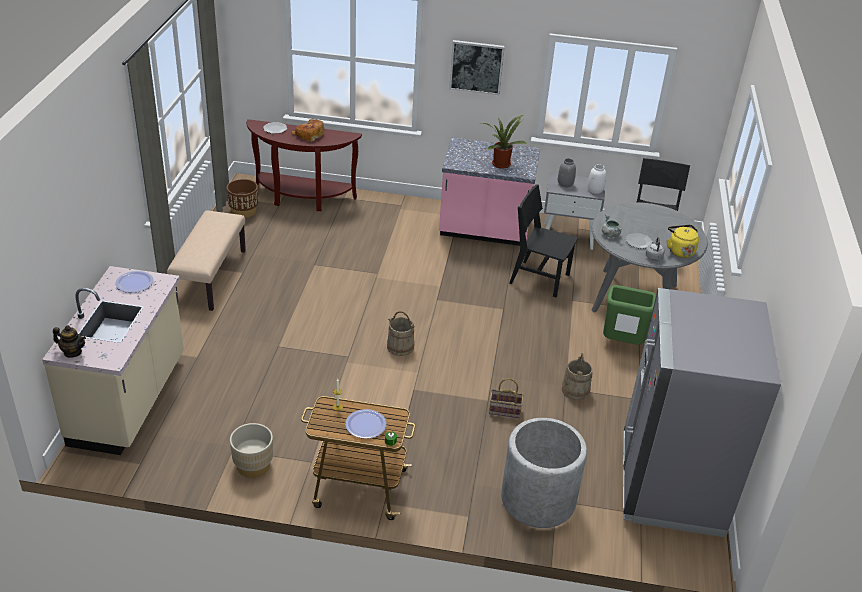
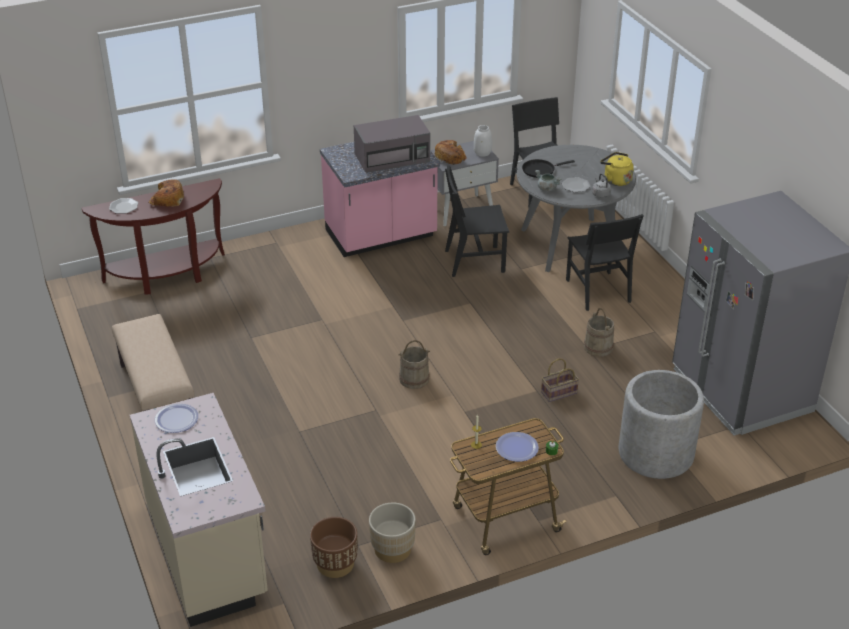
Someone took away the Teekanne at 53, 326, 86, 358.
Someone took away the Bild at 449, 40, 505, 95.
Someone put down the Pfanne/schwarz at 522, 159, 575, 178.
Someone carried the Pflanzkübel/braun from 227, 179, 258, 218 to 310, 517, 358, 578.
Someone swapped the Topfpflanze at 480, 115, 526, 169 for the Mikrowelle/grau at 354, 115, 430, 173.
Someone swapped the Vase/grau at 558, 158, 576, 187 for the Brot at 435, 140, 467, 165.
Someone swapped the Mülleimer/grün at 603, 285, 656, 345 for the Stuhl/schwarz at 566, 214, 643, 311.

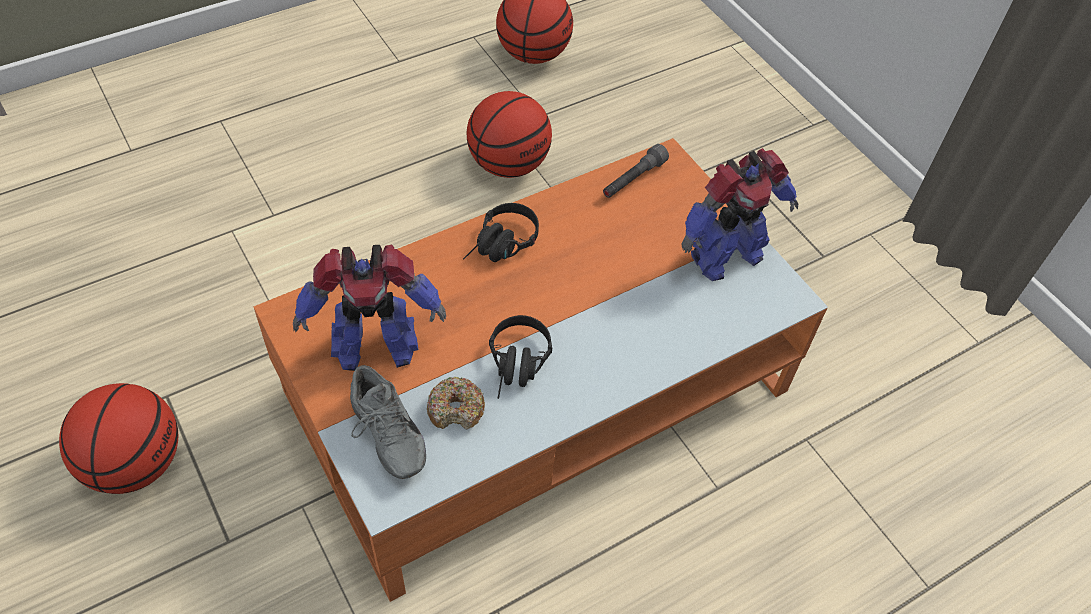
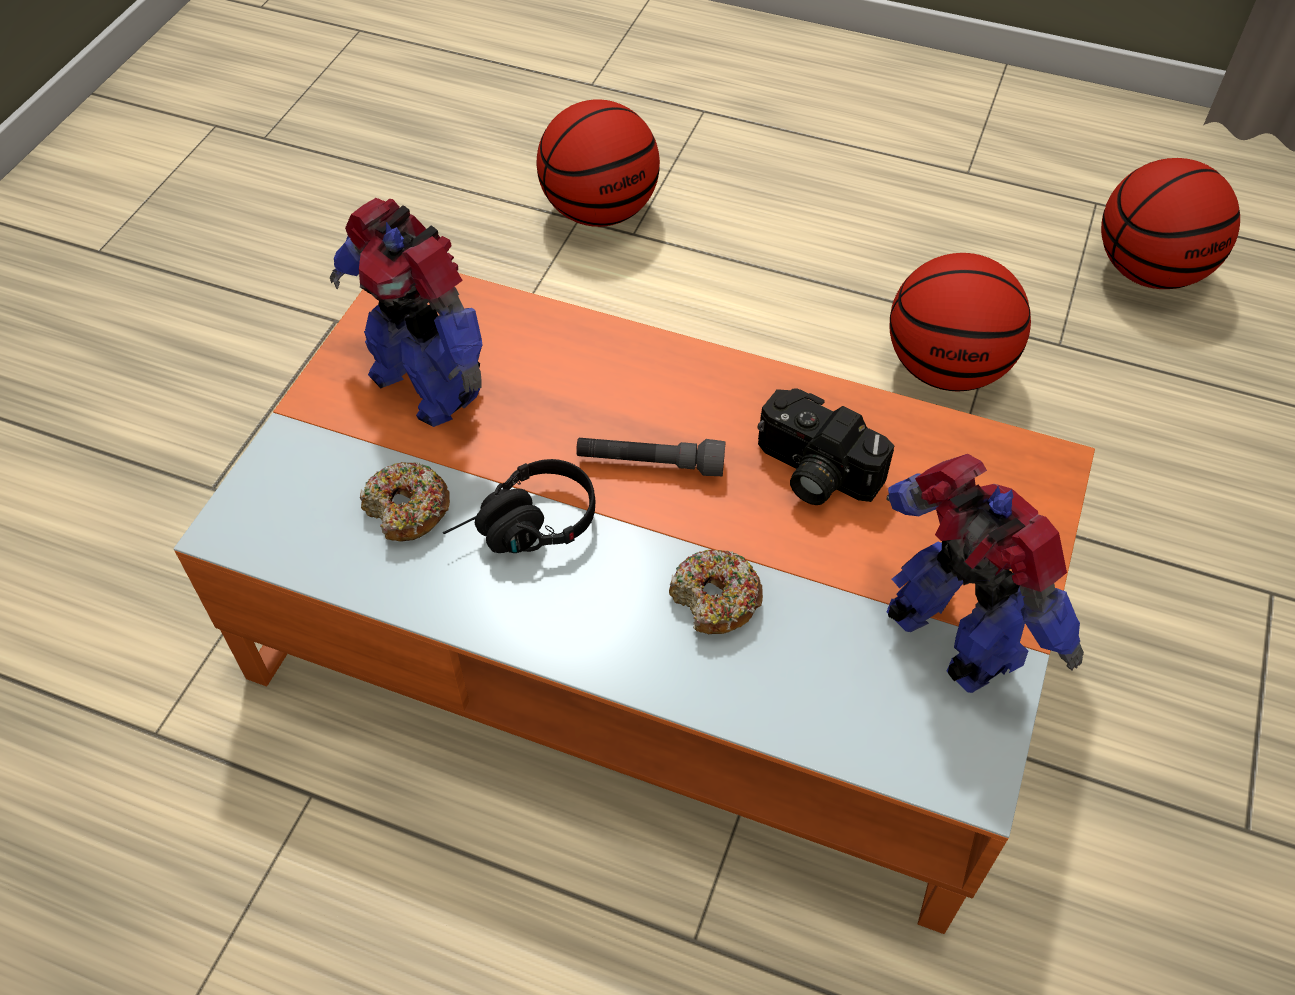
Someone took away the Schuh/grau at 350, 365, 426, 479.
Someone took away the Kopfhörer/schwarz at 463, 203, 539, 262.
Someone put down the Donut at 669, 549, 763, 634.
Someone put down the Kamera at 757, 388, 894, 505.
Someone carried the Basketball from 59, 383, 178, 494 to 537, 99, 660, 227.
Someone carried the Taschenlampe/grau from 603, 144, 669, 198 to 576, 438, 726, 476.
Someone rotated the Spielzeugroboter at 682, 148, 798, 281 by 150 degrees counterclockwise.

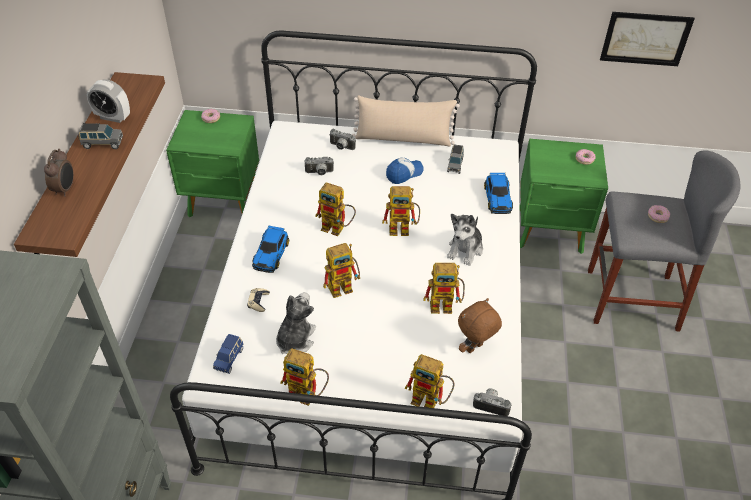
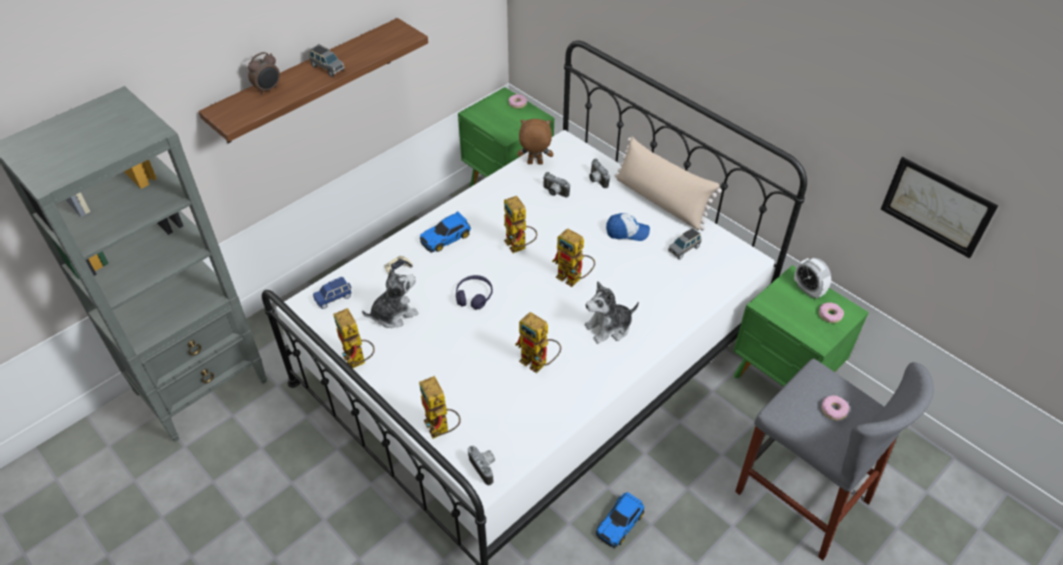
Someone carried the Wecker from 87, 79, 130, 123 to 794, 258, 831, 298.
Someone carried the Plüschtier/braun from 458, 298, 502, 353 to 517, 119, 553, 165.
Someone carried the Spielzeugauto from 484, 173, 513, 214 to 596, 492, 644, 548.
Someone swapped the Spielzeugroboter at 323, 243, 360, 298 for the Kopfhörer/lila at 456, 275, 493, 310.

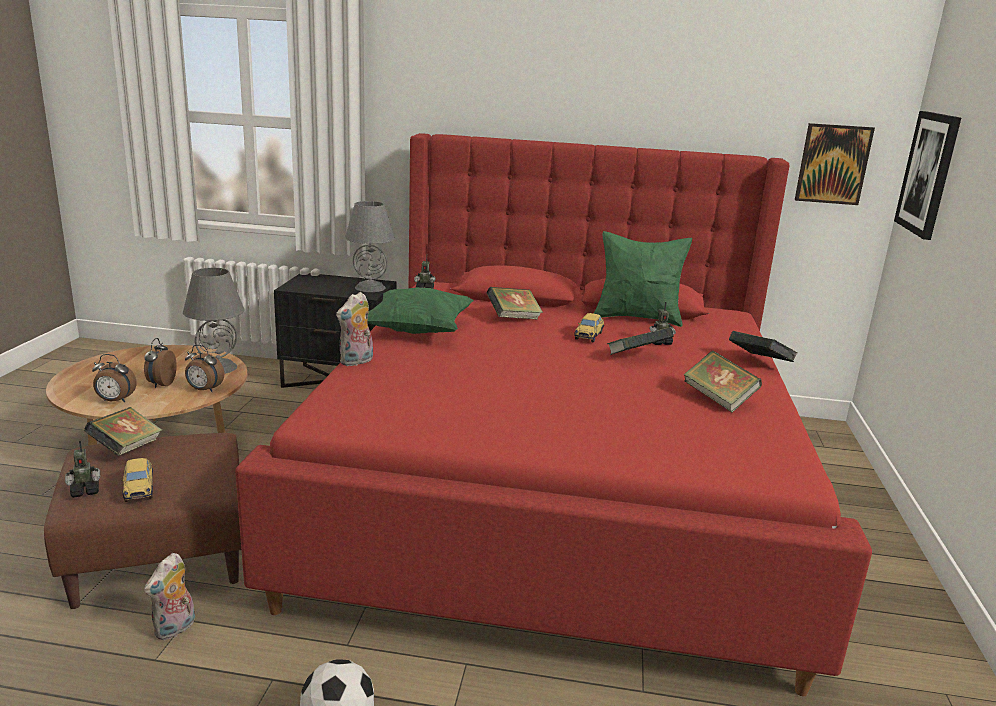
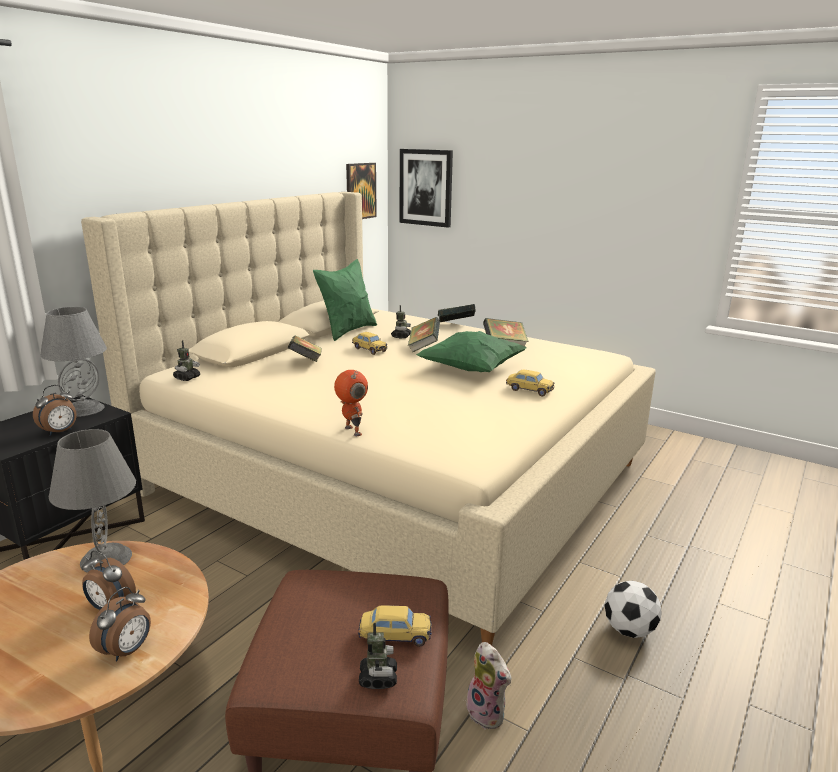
Someone took away the Buch at 84, 407, 162, 456.
Someone put down the Spielzeugauto at 506, 369, 555, 397.
Someone carried the Wecker from 185, 345, 224, 392 to 33, 385, 77, 436.
Someone carried the Kissen/grün from 368, 287, 474, 334 to 416, 331, 526, 372.
Someone swapped the Plüschtier at 336, 292, 373, 366 for the Spielzeugroboter at 334, 370, 368, 436.
Someone repainted the Bett/rot at 235, 133, 872, 696, which became the Bett/beige at 81, 192, 656, 645.

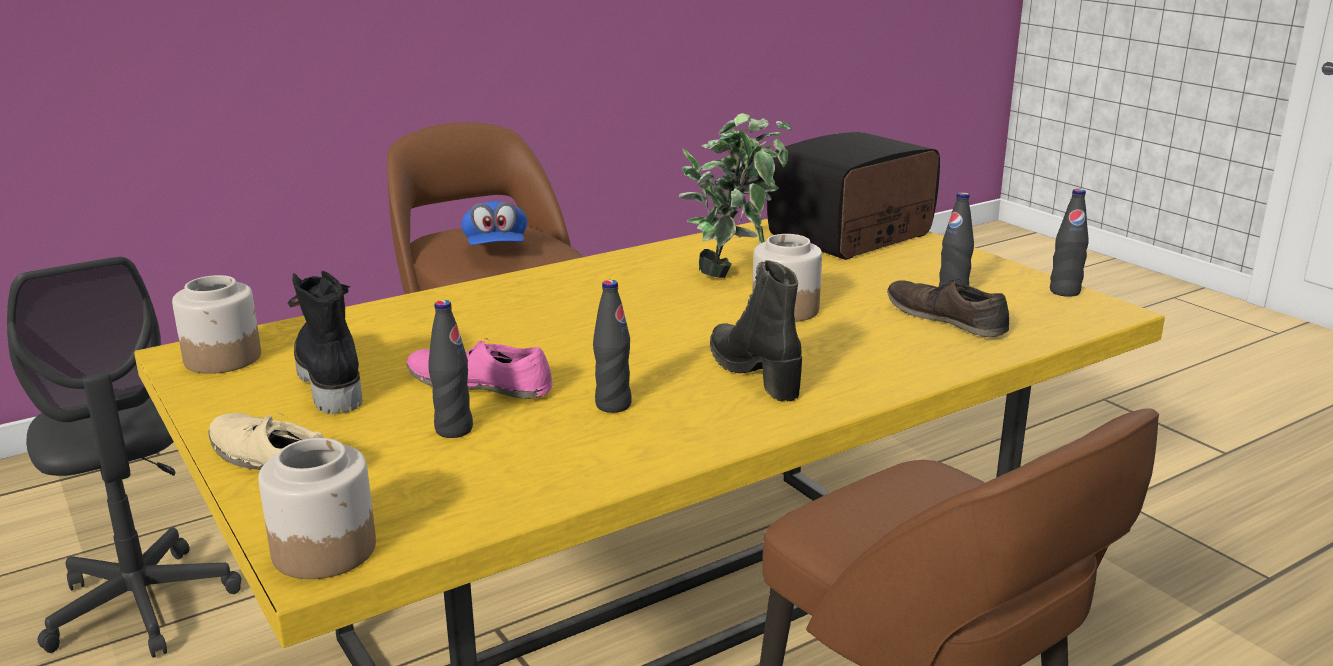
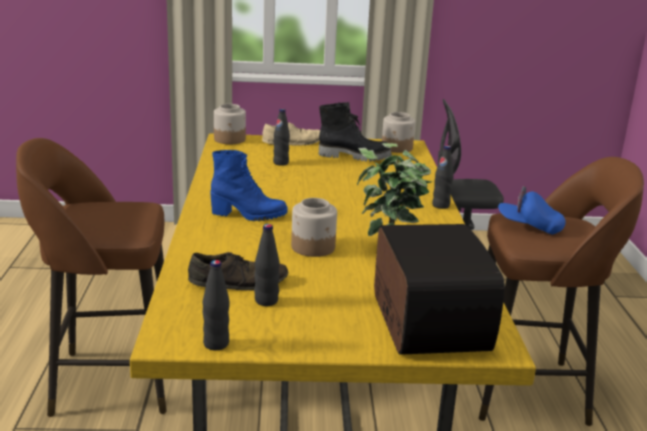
Someone took away the Schuh/rosa at 407, 338, 553, 399.
Someone carried the Flasche/schwarz from 593, 280, 632, 413 to 432, 145, 454, 209.
Someone repainted the Stiefel/schwarz at 710, 260, 802, 402, which became the Stiefel/blau at 210, 150, 288, 221.

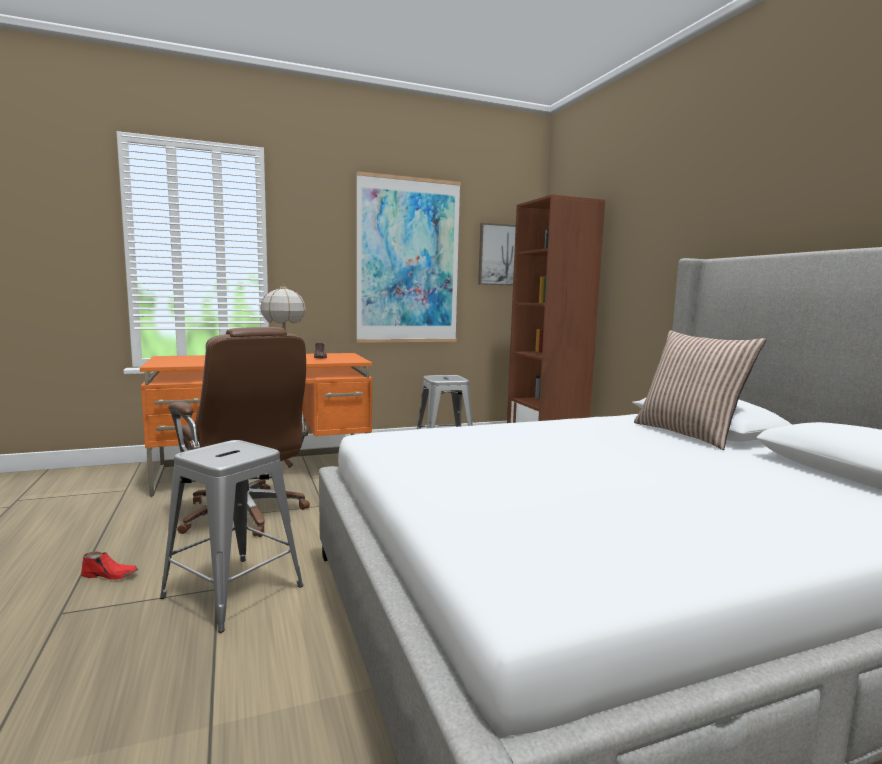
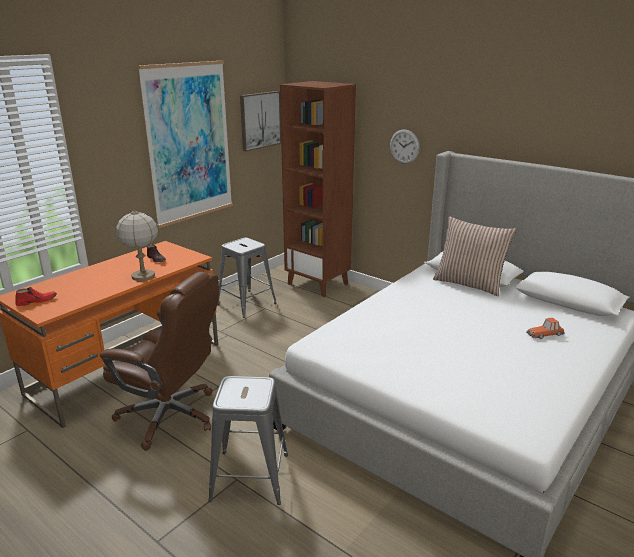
Someone put up the Wanduhr at 390, 129, 420, 164.
Someone put down the Spielzeugauto at 526, 318, 565, 339.
Someone carried the Schuh/rot from 81, 552, 138, 580 to 15, 287, 57, 306.

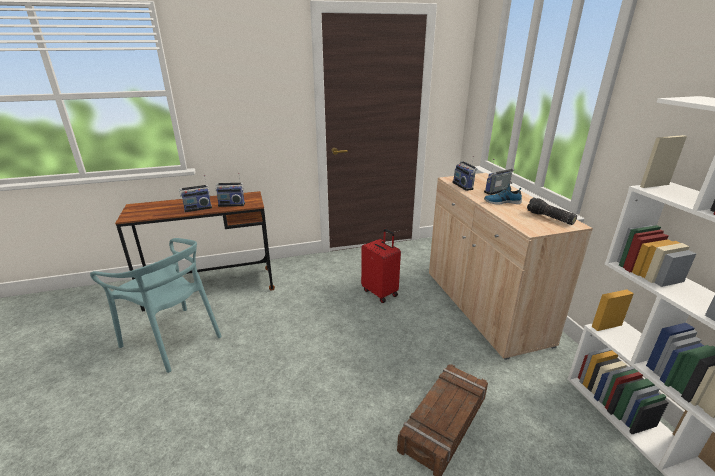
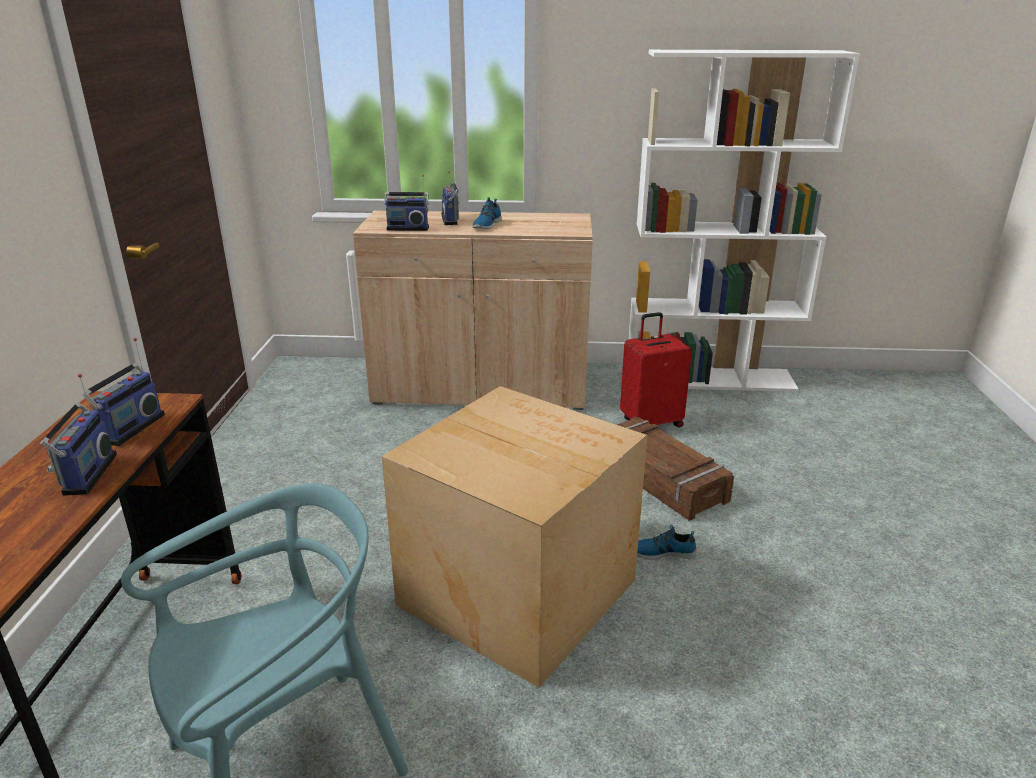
Someone took away the Taschenlampe at 527, 197, 577, 225.
Someone put down the Karton at 382, 386, 648, 688.
Someone put down the Schuh at 637, 525, 697, 560.
Someone carried the Koffer/rot from 361, 229, 401, 303 to 620, 312, 692, 428.

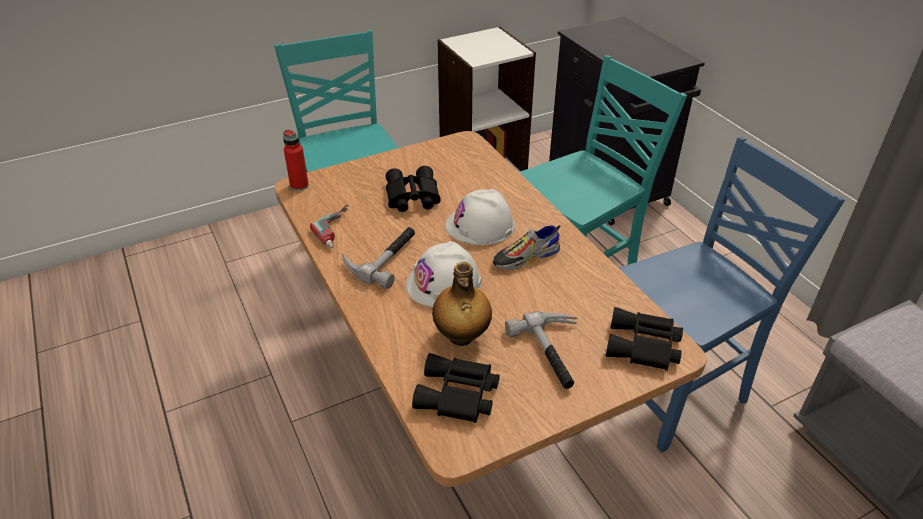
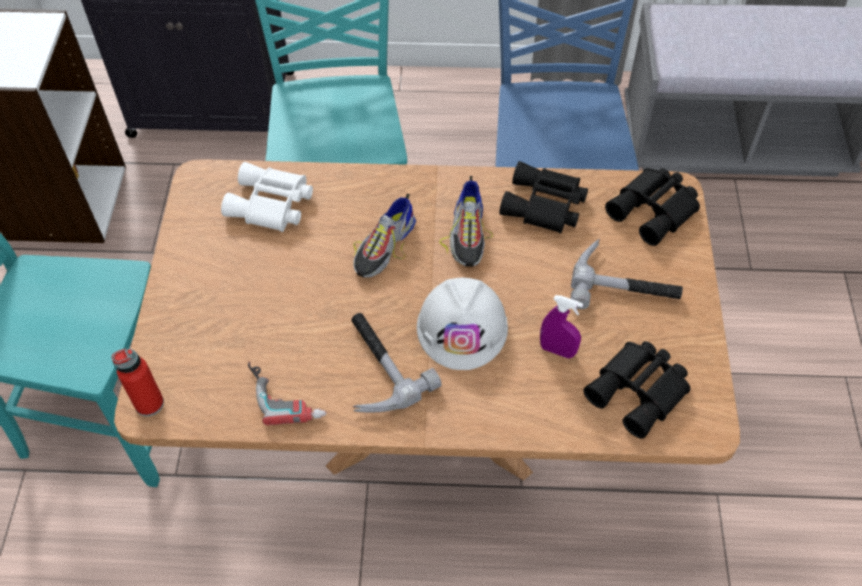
Someone put down the Fernglas/weiß at 221, 162, 313, 232.
Someone carried the Fernglas/schwarz from 386, 166, 441, 212 to 499, 161, 588, 234.
Someone swapped the Flasche at 432, 262, 492, 346 for the Sprühflasche/lila at 540, 295, 583, 358.
Someone swapped the Schutzhelm/weiß at 445, 189, 515, 245 for the Schuh at 353, 194, 416, 278.

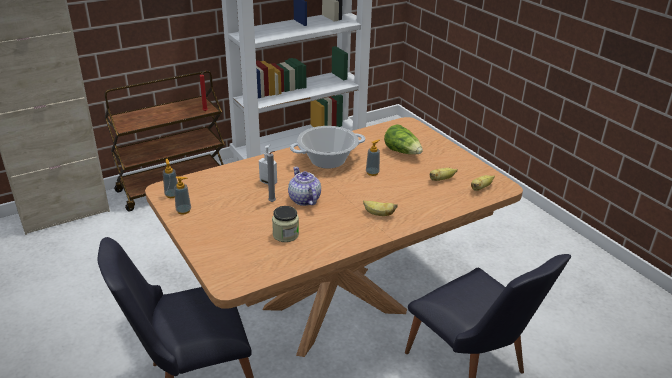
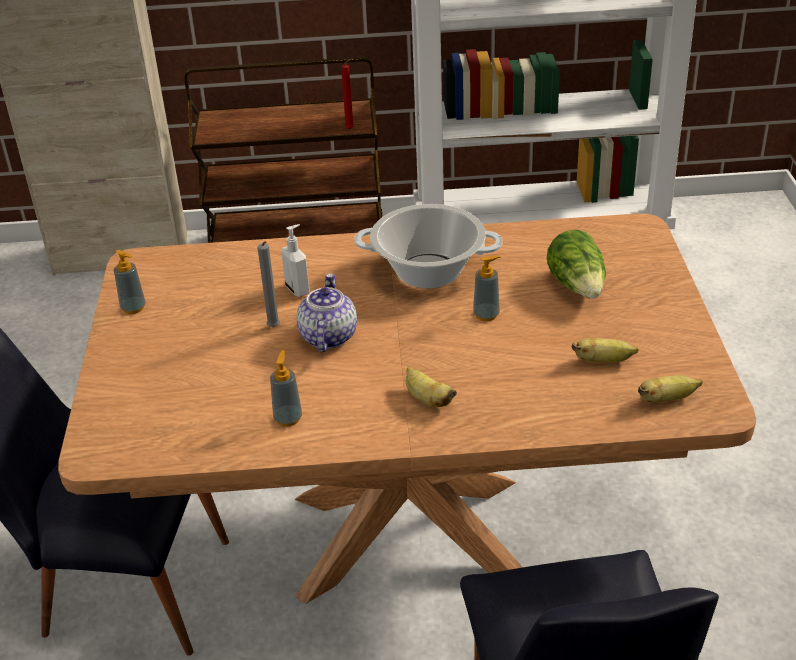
Someone took away the Vorratsglas at 272, 206, 299, 242.
Someone carried the Seifenspender from 163, 159, 178, 198 to 270, 350, 302, 427.

